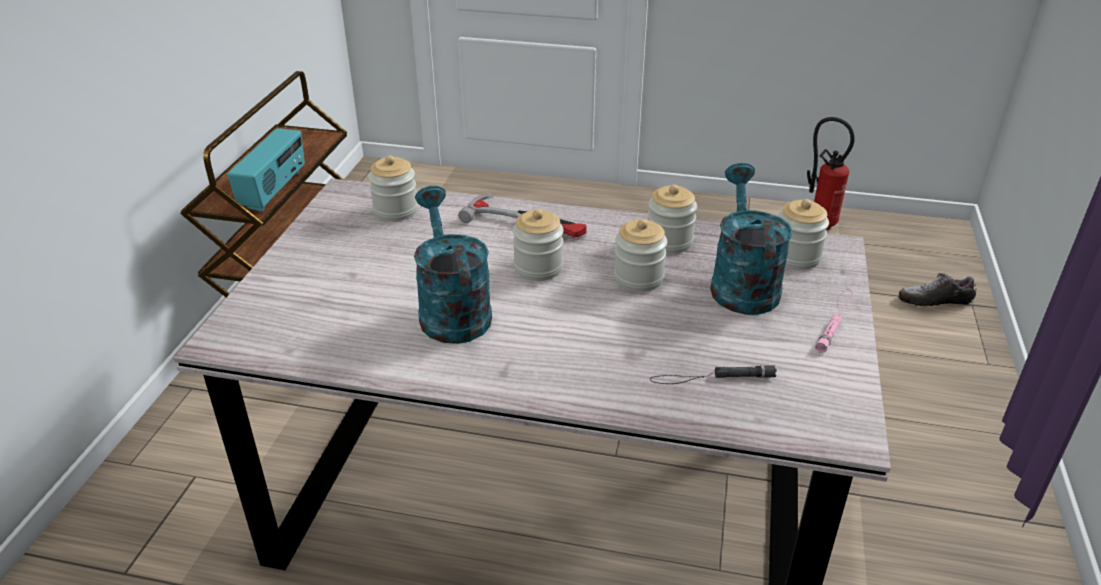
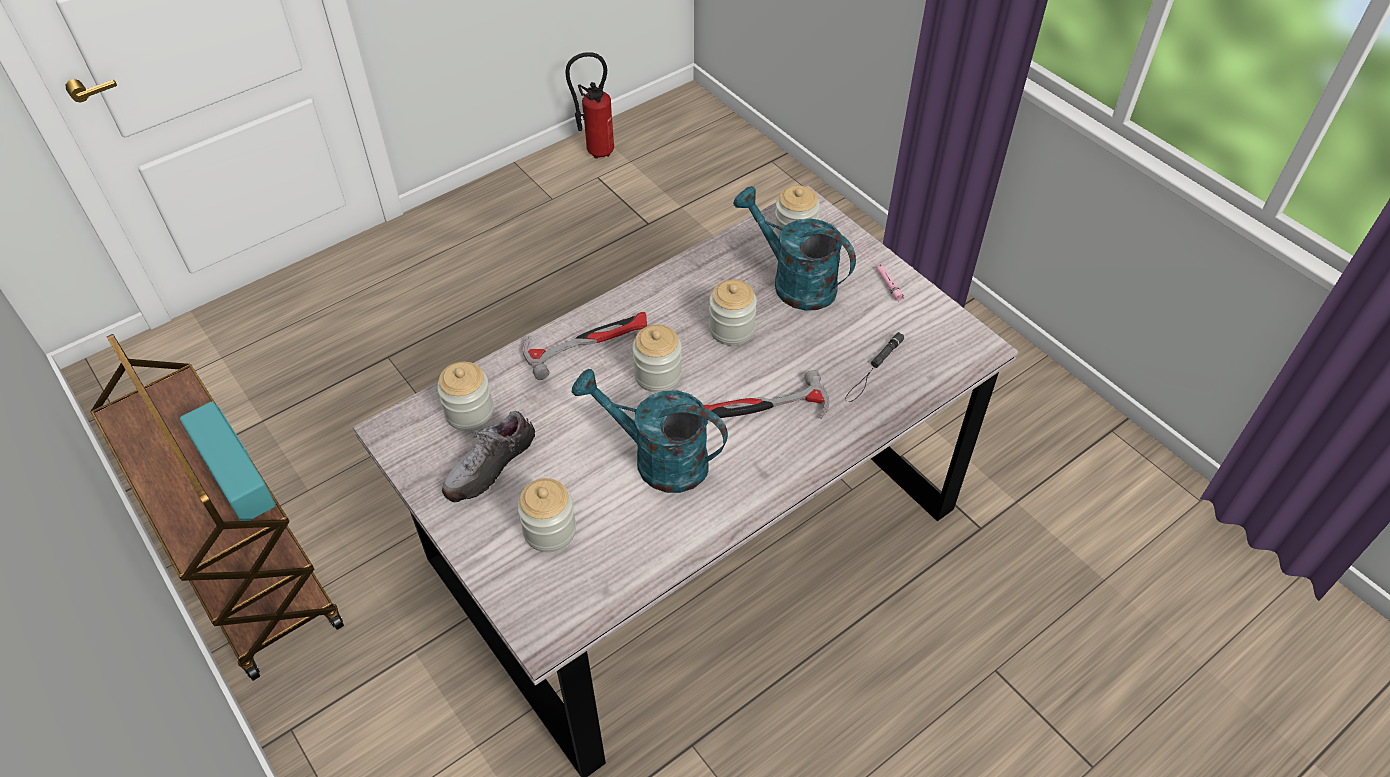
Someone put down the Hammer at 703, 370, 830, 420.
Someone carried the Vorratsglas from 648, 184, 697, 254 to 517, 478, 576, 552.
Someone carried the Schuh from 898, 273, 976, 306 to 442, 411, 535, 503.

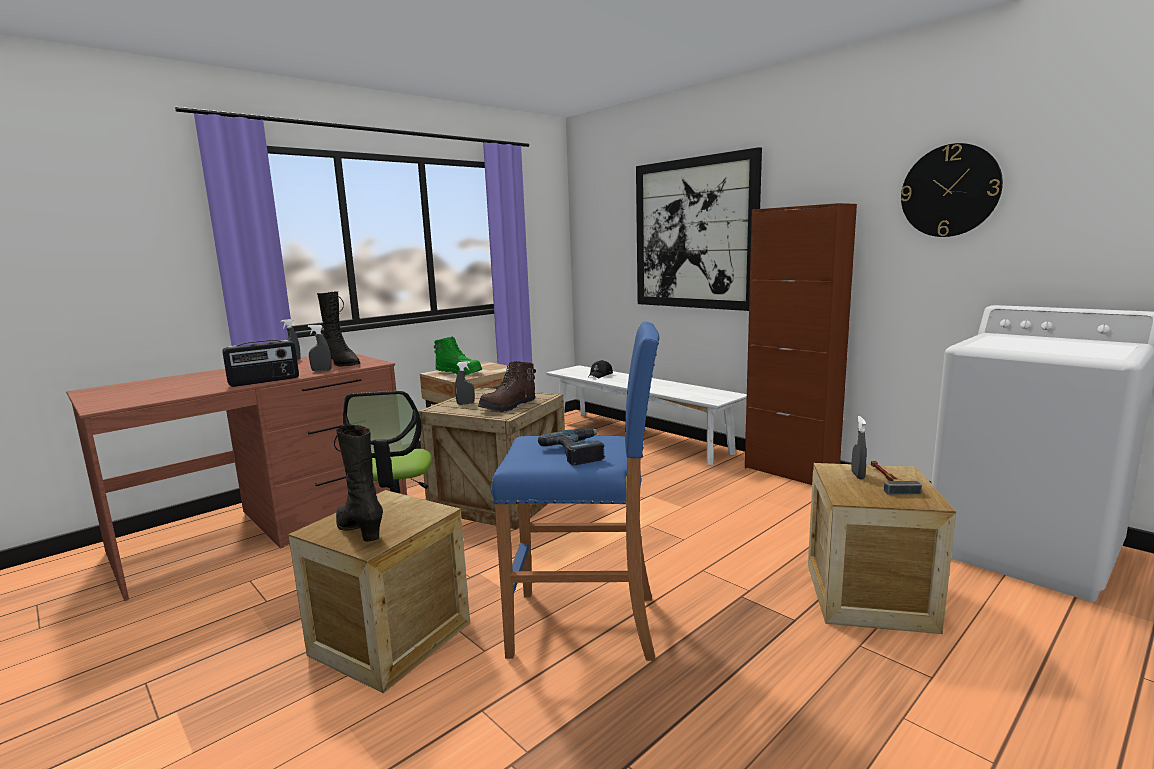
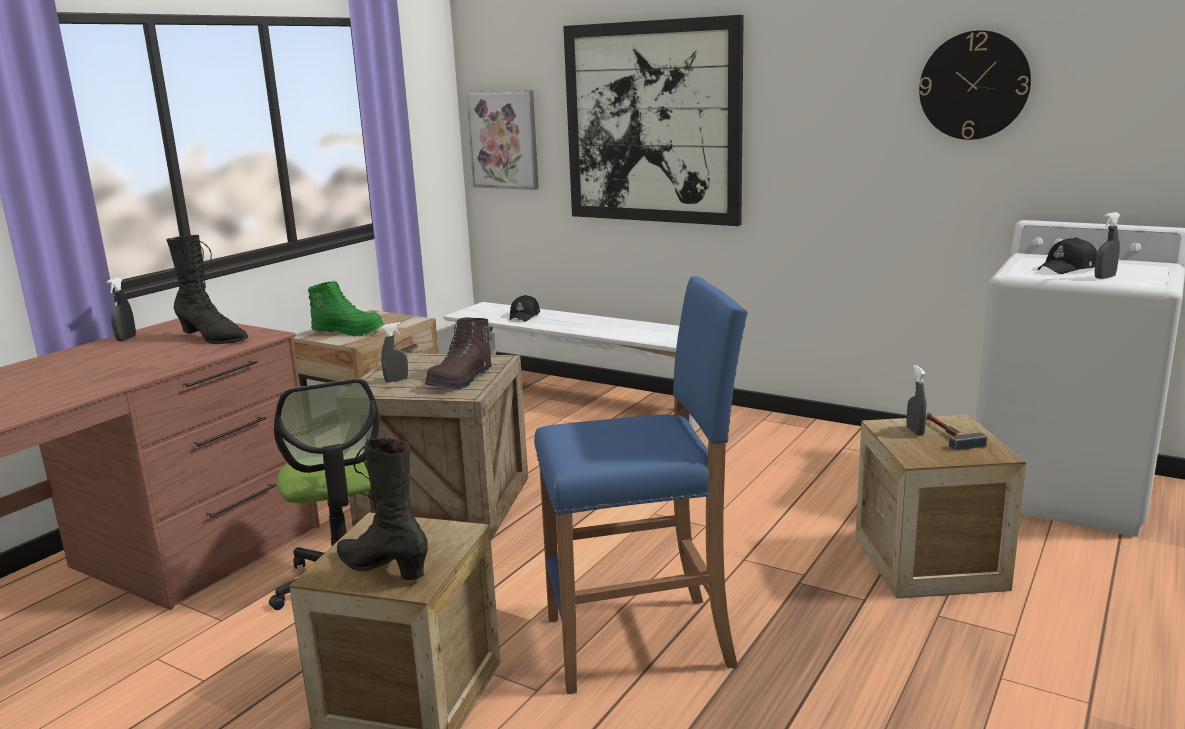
Someone took away the Radio at 222, 340, 299, 387.
Someone took away the Bohrmaschine at 538, 428, 605, 465.
Someone took away the Schrank/braun at 745, 203, 857, 485.
Someone put up the Bild at 466, 90, 539, 190.
Someone put down the Kappe/schwarz at 1038, 237, 1097, 274.
Someone carried the Sprühflasche/grau from 308, 325, 332, 371 to 1095, 212, 1120, 279.

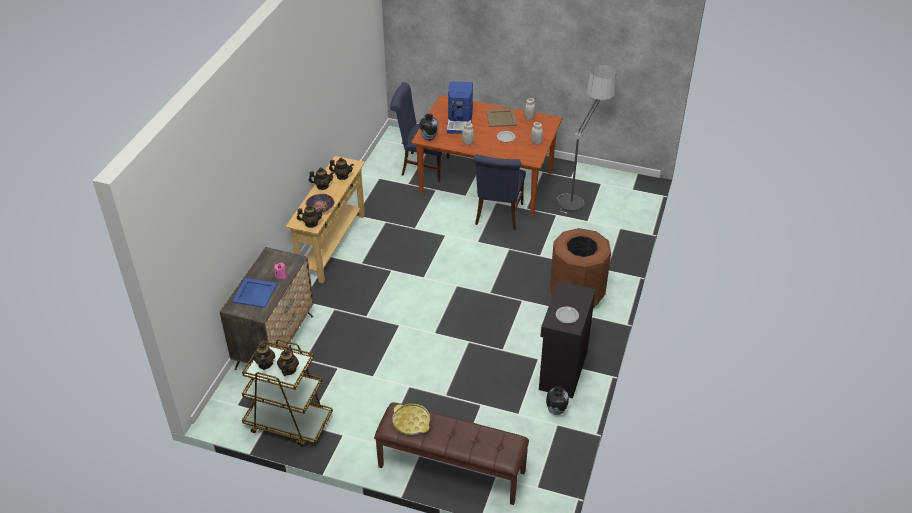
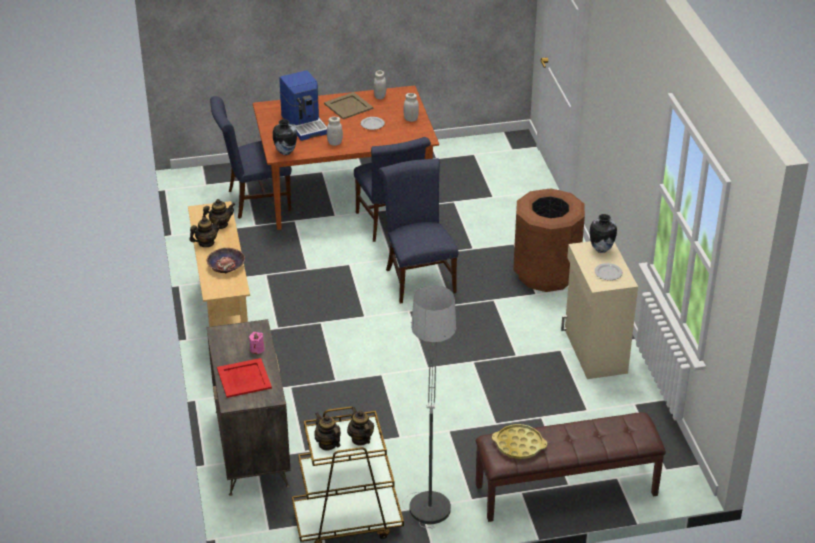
Someone took away the Teekanne at 297, 205, 324, 228.
Someone put down the Stuhl/blau at 378, 158, 459, 304.
Someone carried the Vase from 546, 386, 569, 415 to 589, 214, 617, 253.
Someone carried the Stehlampe from 557, 65, 616, 214 to 402, 285, 456, 528.
Someone repainted the Tablett/blau at 232, 278, 277, 308, which became the Tablett/rot at 217, 358, 272, 398.
Someone repainted the Schrank/schwarz at 539, 281, 596, 398, which became the Schrank/beige at 561, 241, 638, 379.

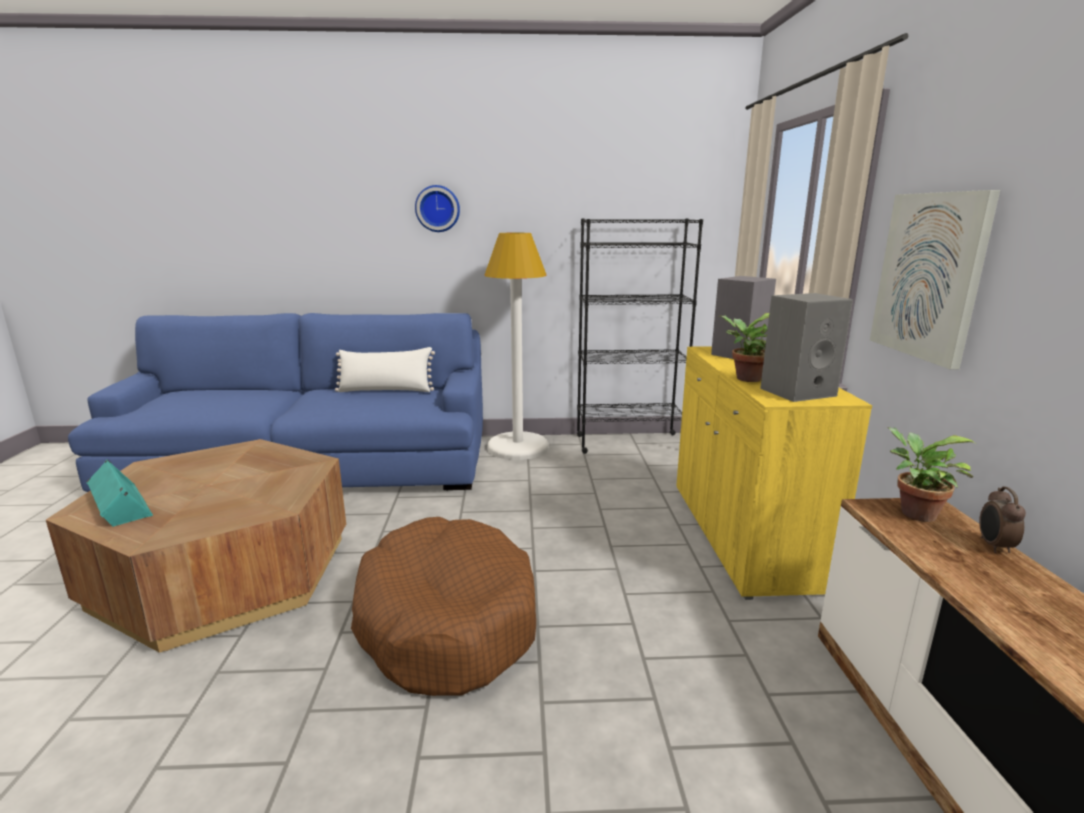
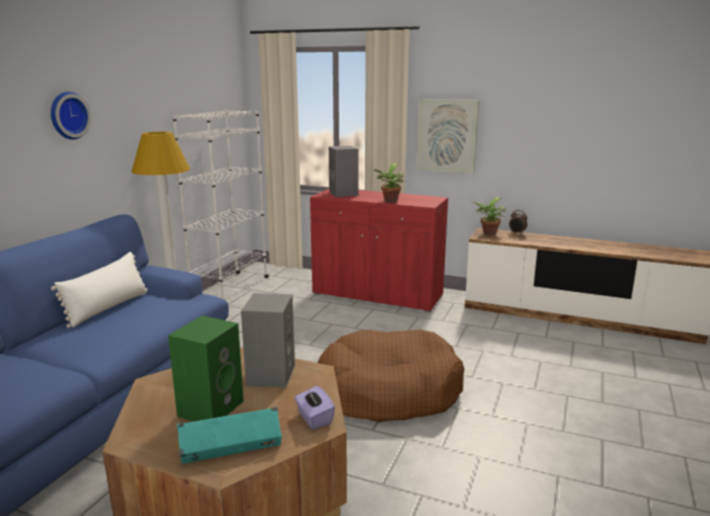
Someone put down the Lautsprecher/grün at 168, 316, 244, 421.
Someone put down the Taschentuchbox/lila at 295, 386, 335, 429.
Someone carried the Lautsprecher/grau from 760, 293, 853, 402 to 241, 293, 295, 388.
Someone repainted the Bücherregal/schwarz at 577, 218, 703, 454, which became the Bücherregal/weiß at 173, 110, 269, 301.
Someone repainted the Schrank/gelb at 676, 346, 872, 600, which became the Schrank/rot at 310, 189, 448, 312.

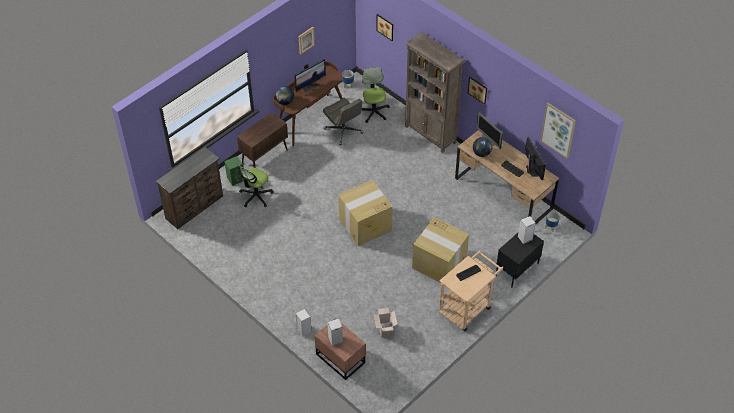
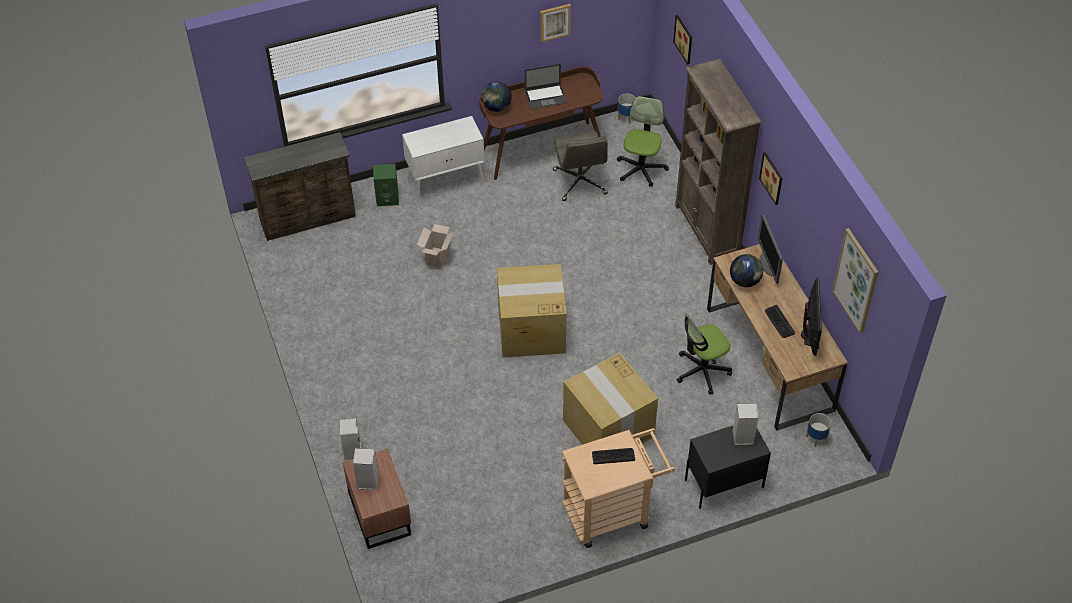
Someone carried the Bürostuhl from 238, 165, 273, 207 to 677, 313, 732, 395.
Someone carried the Karton from 373, 308, 397, 338 to 417, 224, 454, 268.
Someone swapped the Monitor at 294, 59, 326, 93 for the Laptop at 524, 64, 567, 109.
Someone repainted the Schrank/braun at 237, 112, 288, 168, which became the Schrank/weiß at 402, 116, 485, 201.

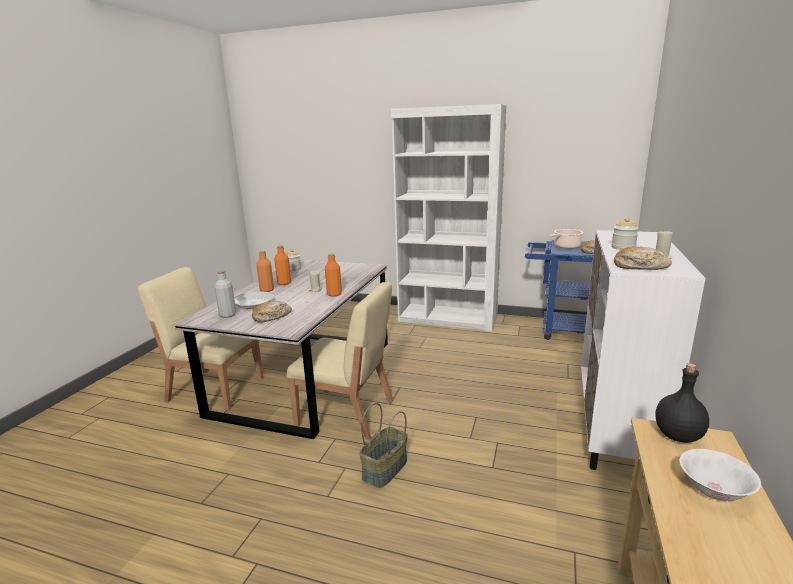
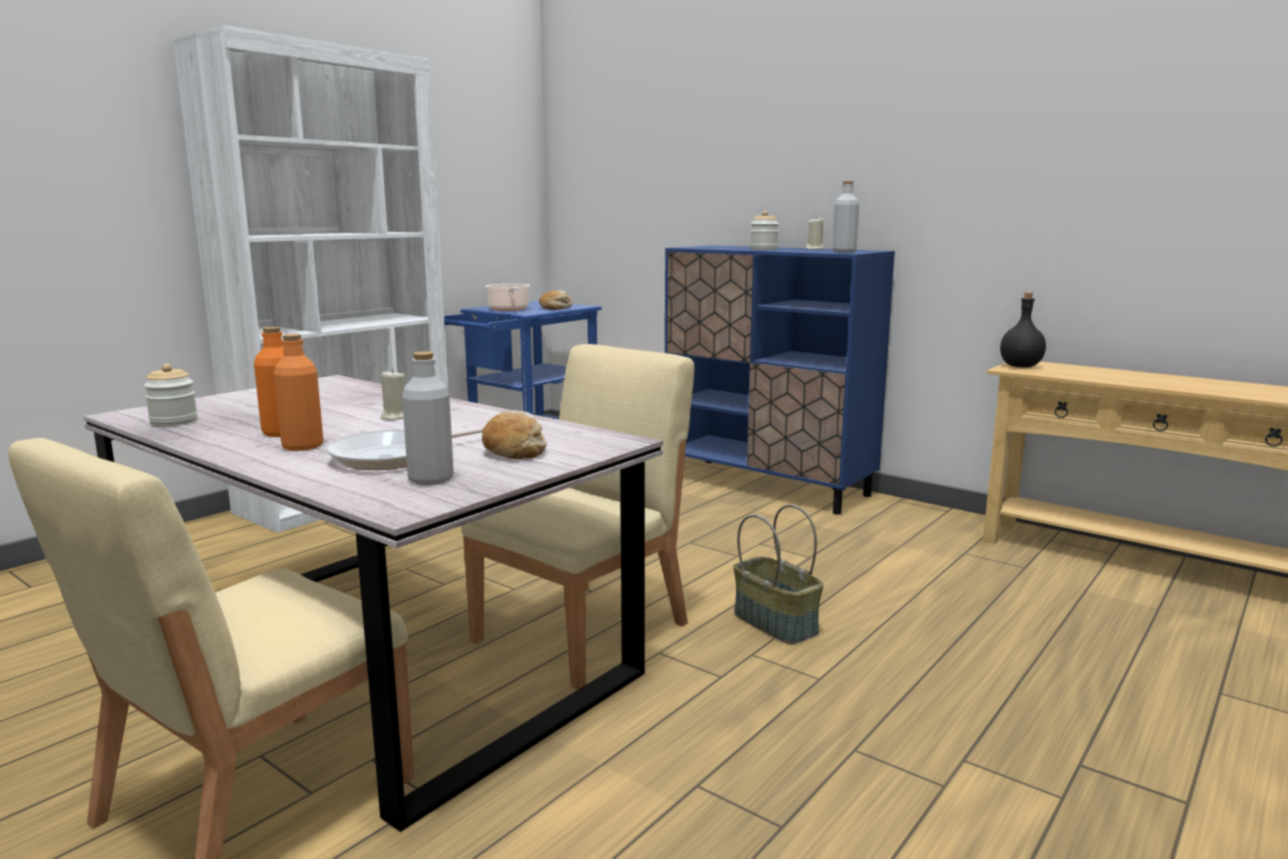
Someone took away the Flasche/orange at 325, 253, 342, 297.
Someone took away the Schüssel/weiß at 680, 449, 761, 501.
Someone swapped the Brot at 614, 246, 672, 270 for the Flasche/grau at 832, 181, 859, 252.
Someone repainted the Schrank/weiß at 581, 230, 706, 470, which became the Schrank/blau at 665, 246, 895, 515.

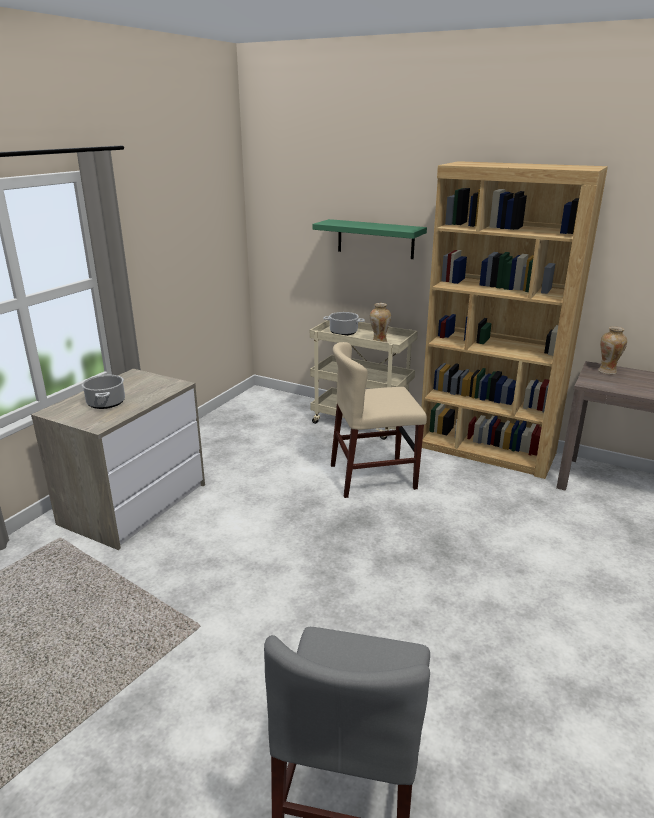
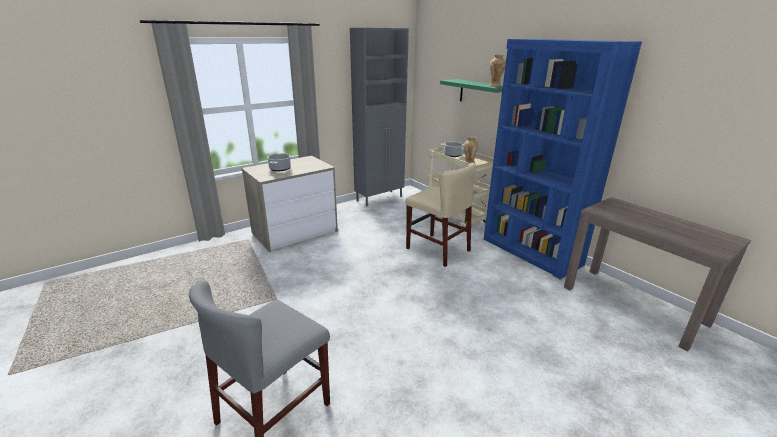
Someone put down the Schrank/grau at 350, 28, 409, 207.
Someone carried the Vase from 598, 326, 627, 375 to 489, 54, 506, 87.
Someone repainted the Bücherregal/braun at 421, 161, 608, 479, which became the Bücherregal/blau at 484, 39, 642, 280.
Someone rotated the Stuhl/beige at 331, 342, 427, 498 by 150 degrees counterclockwise.

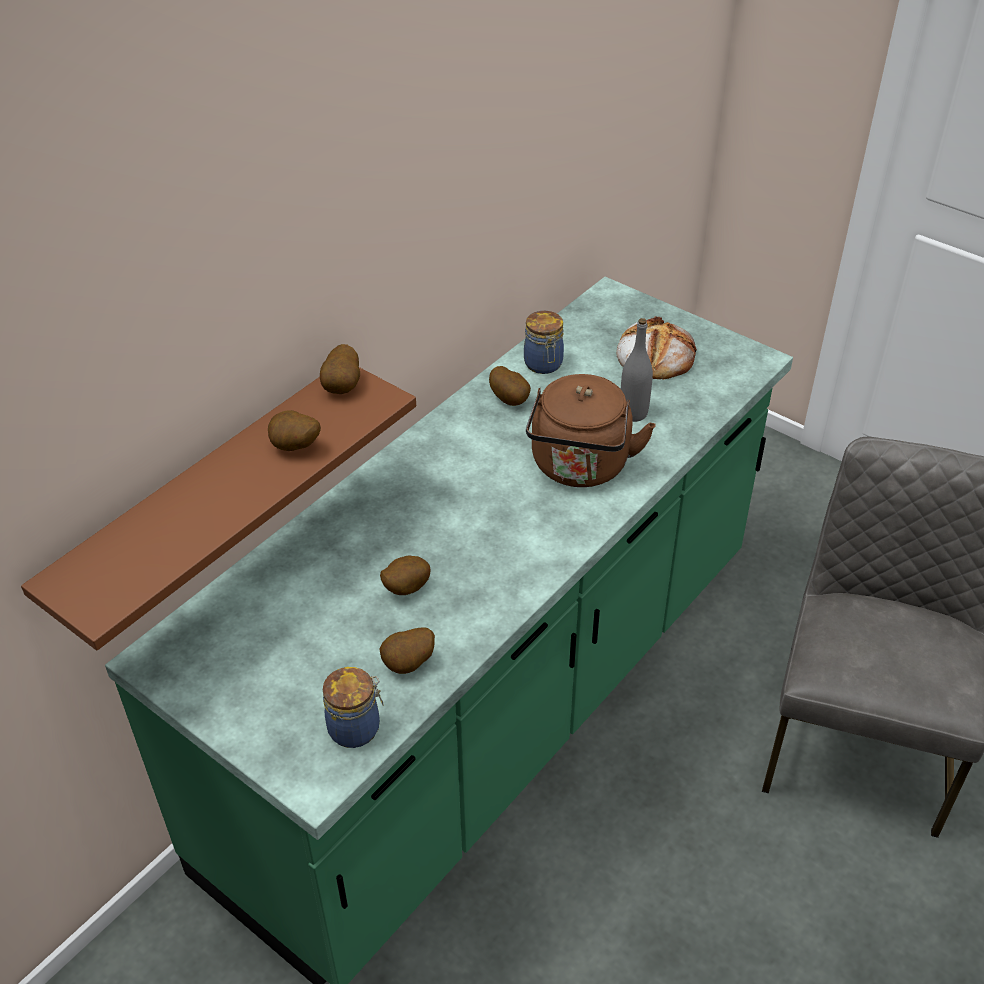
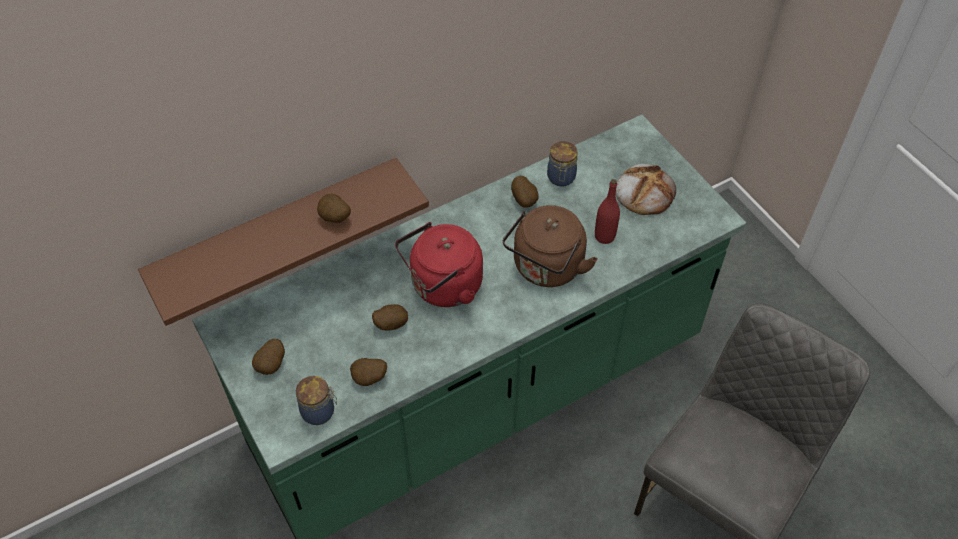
Someone put down the Wasserkessel/rot at 395, 222, 483, 307.
Someone carried the Kartoffel from 320, 344, 360, 394 to 252, 339, 285, 375.
Someone repainted the Flasche/grau at 621, 318, 653, 422, which became the Flasche/rot at 595, 179, 620, 244.

